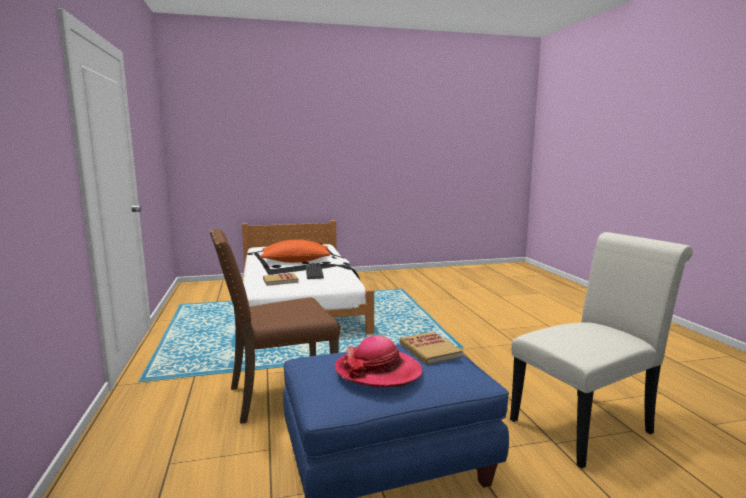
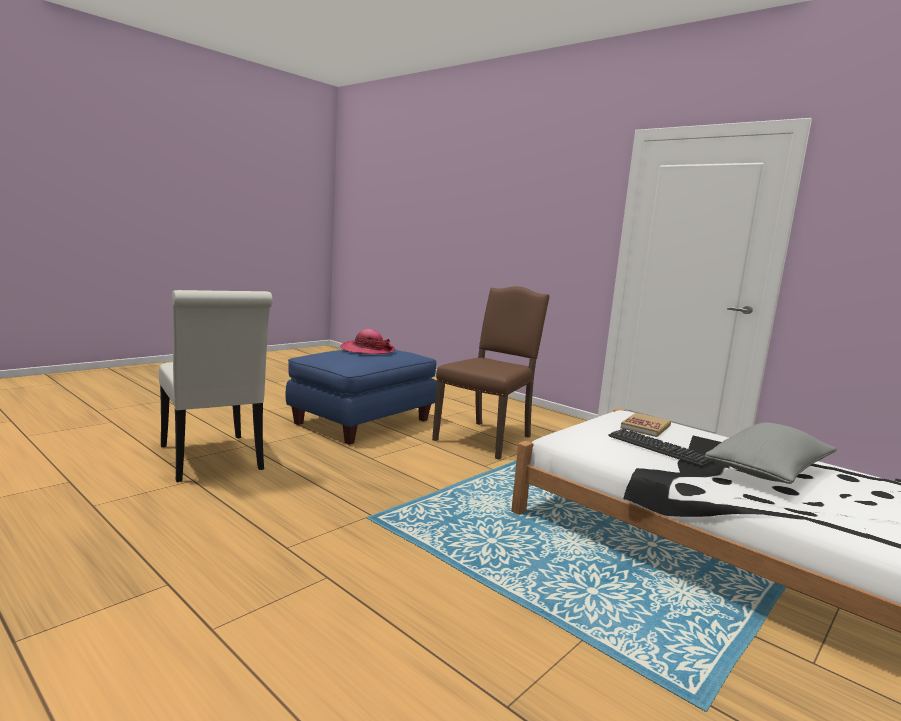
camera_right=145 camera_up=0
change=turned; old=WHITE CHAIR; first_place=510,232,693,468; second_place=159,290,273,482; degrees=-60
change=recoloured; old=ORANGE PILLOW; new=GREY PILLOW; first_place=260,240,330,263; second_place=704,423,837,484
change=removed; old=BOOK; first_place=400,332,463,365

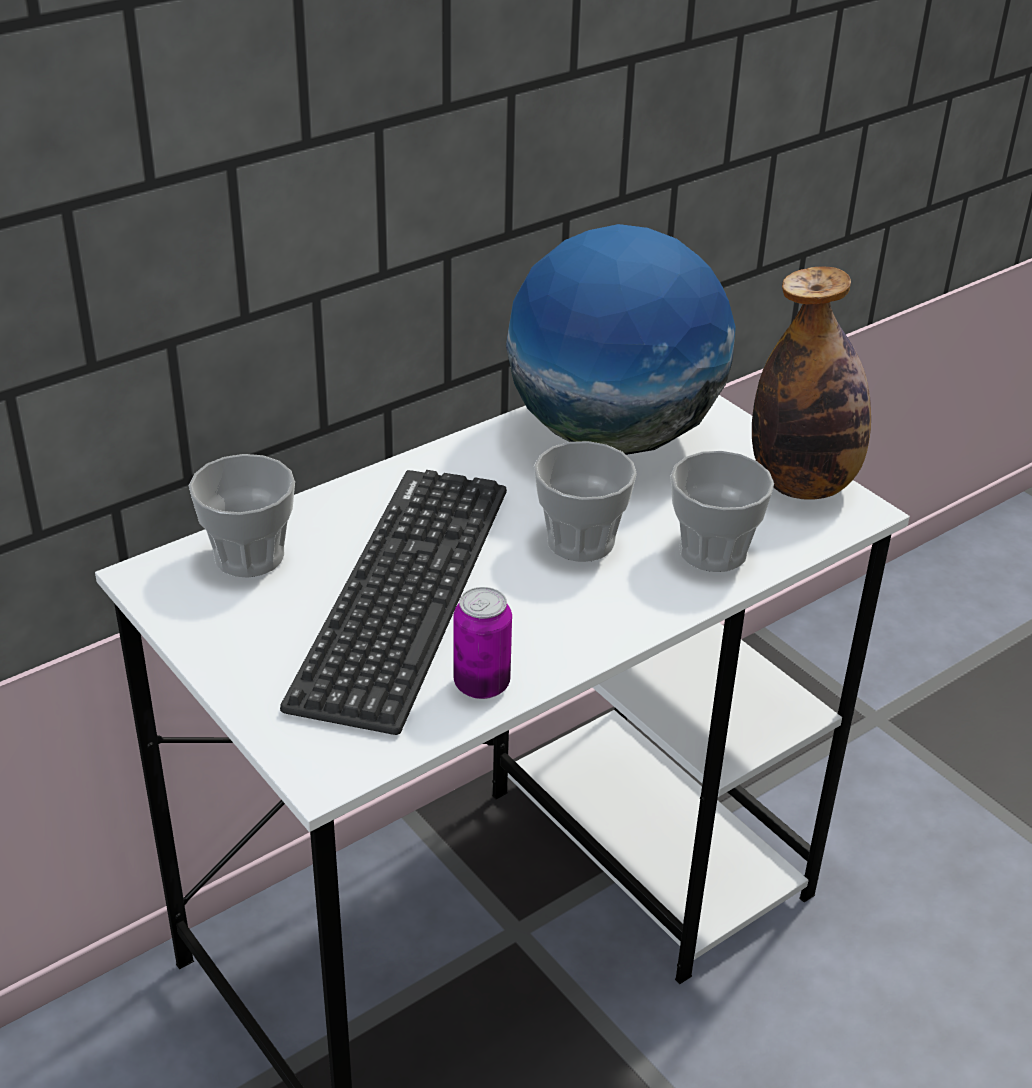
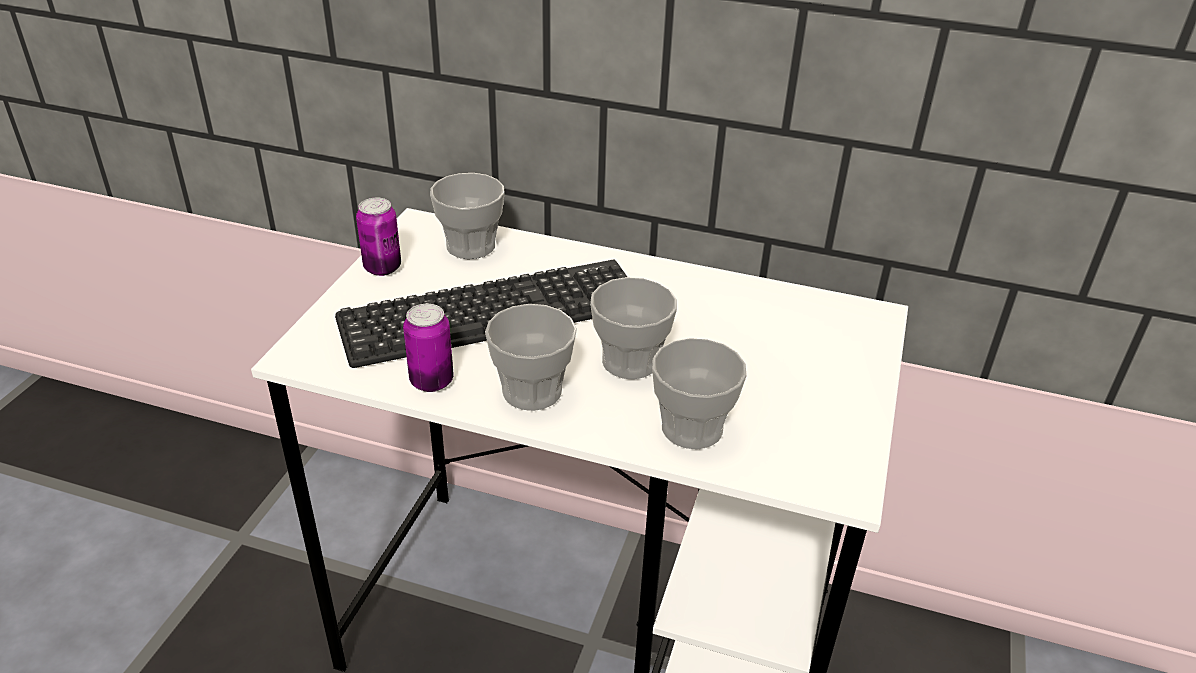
camera_right=55 camera_up=0
change=removed; old=GLOBE; first_place=506,224,736,455
change=removed; old=BOTTLE; first_place=752,267,871,500
change=added; new=CAN; second_place=356,198,401,276
change=added; new=CUP; second_place=485,304,577,411

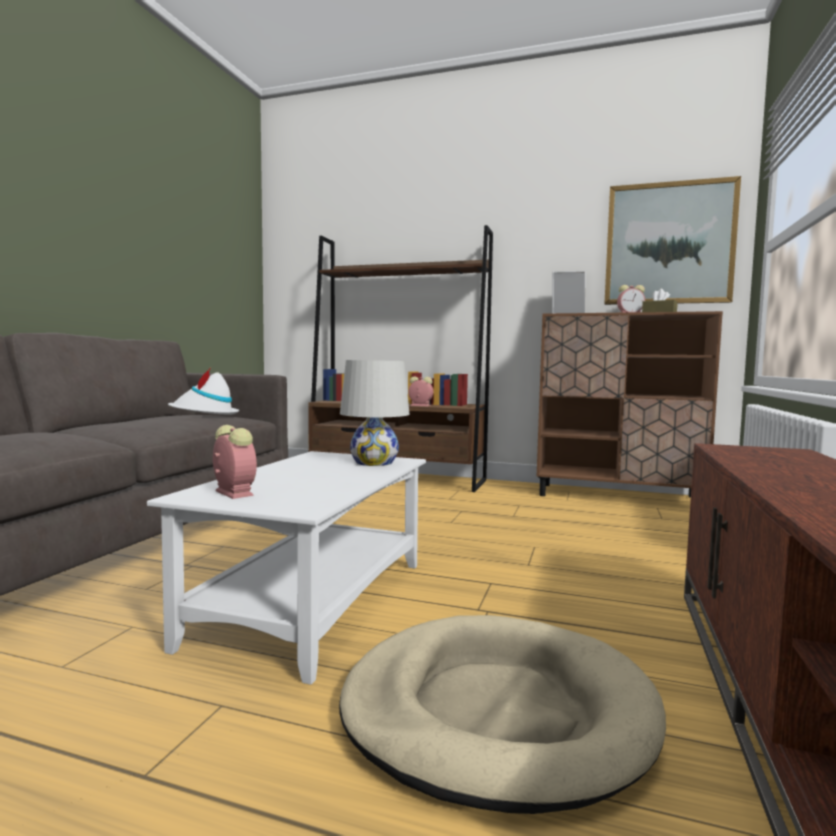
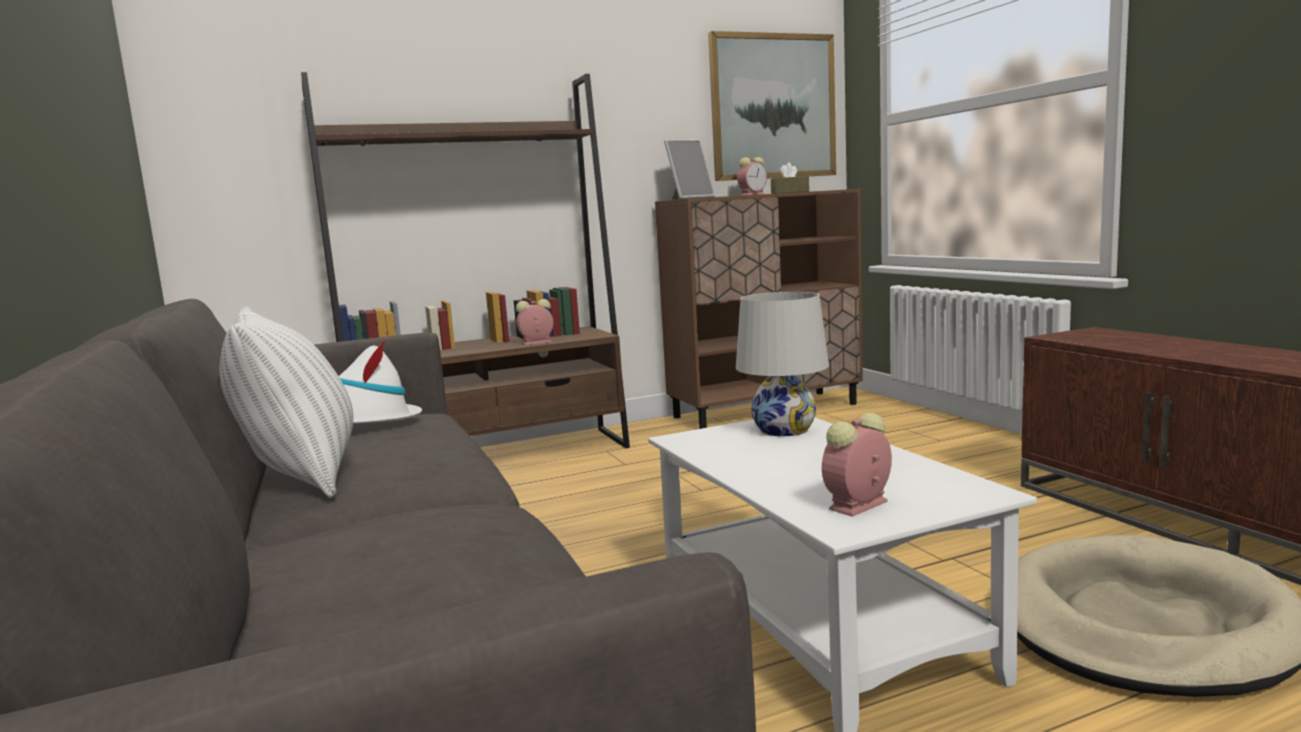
camera_right=-40 camera_up=5
change=turned; old=ALARM CLOCK; first_place=213,425,257,499; second_place=822,413,892,517; degrees=-45
change=added; new=WHITE PILLOW; second_place=220,307,353,498

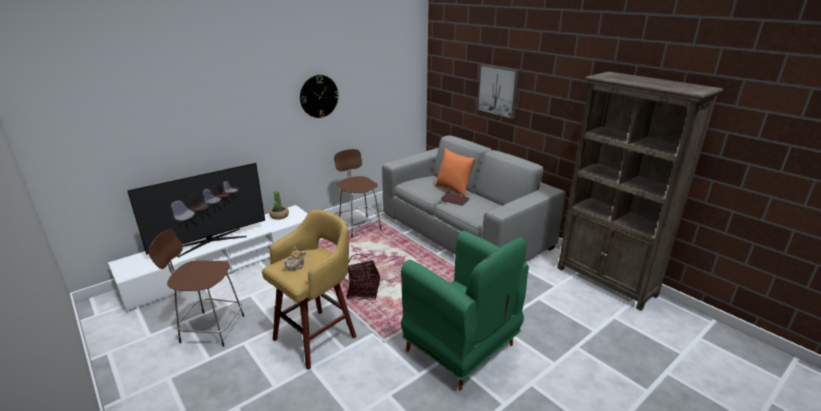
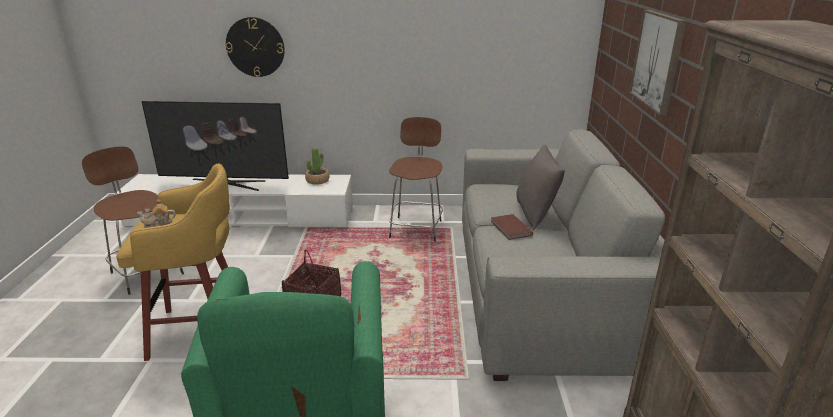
camera_right=40 camera_up=0
change=moved; old=WALL CLOCK; first_place=300,75,339,118; second_place=226,17,285,77
change=recoloured; old=ORANGE PILLOW; new=GREY PILLOW; first_place=435,148,476,197; second_place=516,145,565,230

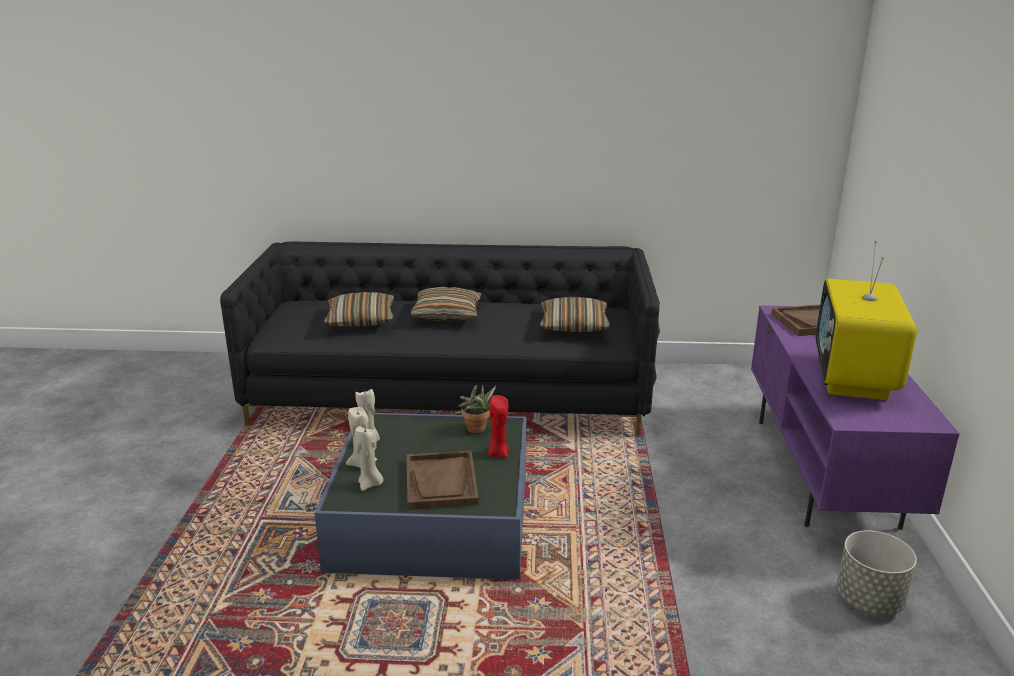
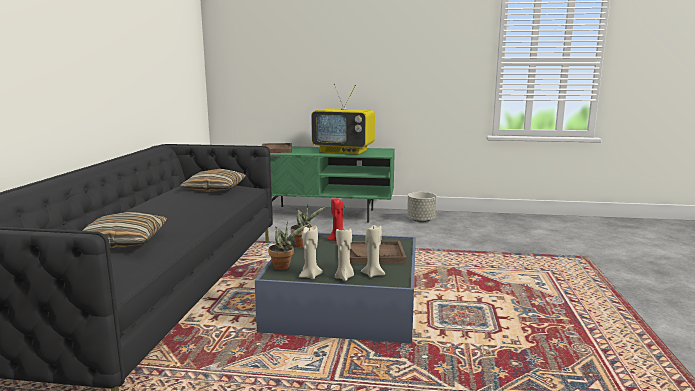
camera_right=-85 camera_up=-10
change=removed; old=PILLOW; first_place=411,287,482,321
change=recoloured; old=PURPLE TV STAND; new=GREEN TV STAND; first_place=751,305,960,530; second_place=270,146,395,222
change=added; new=POTTED PLANT; second_place=268,222,309,270

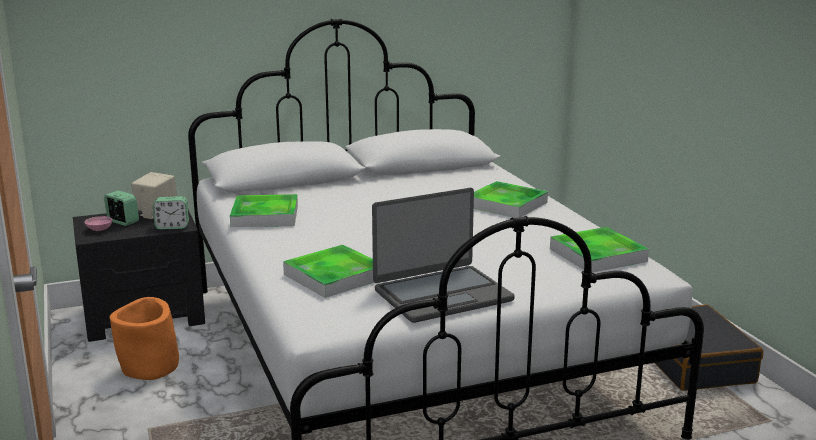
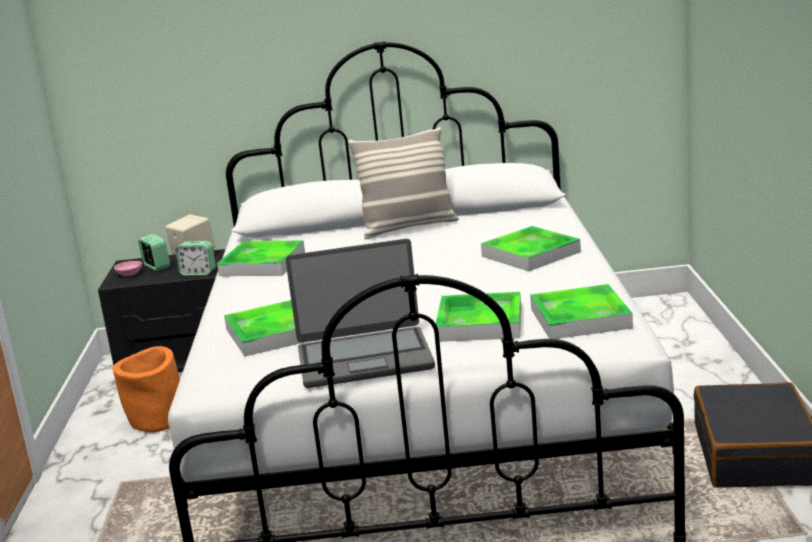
camera_right=20 camera_up=0
change=added; new=PILLOW; second_place=348,127,459,239
change=added; new=TRAY; second_place=435,292,521,342

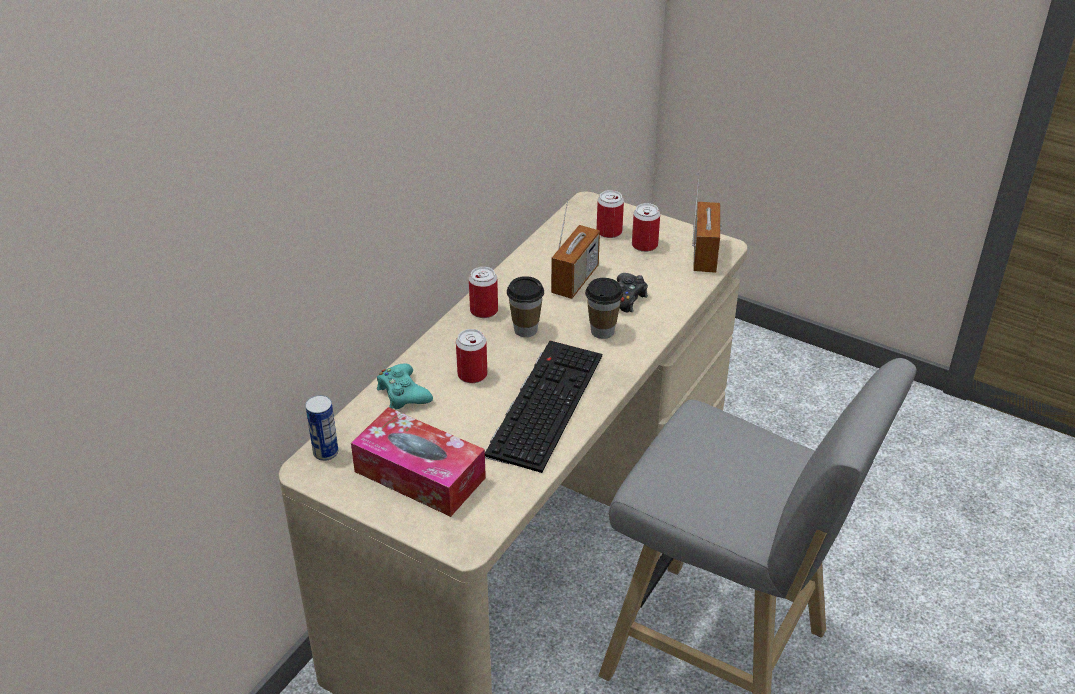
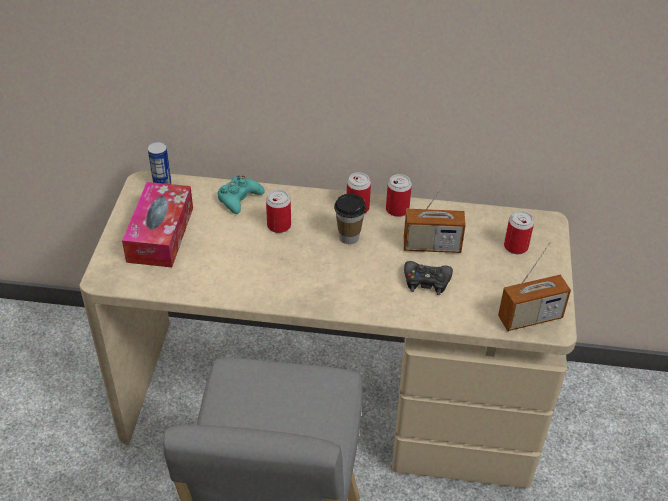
camera_right=65 camera_up=5
change=moved; old=CAN; first_place=632,203,660,252; second_place=386,174,412,217
change=removed; old=CUP; first_place=585,278,623,339
change=removed; old=KEYBOARD; first_place=485,341,602,473

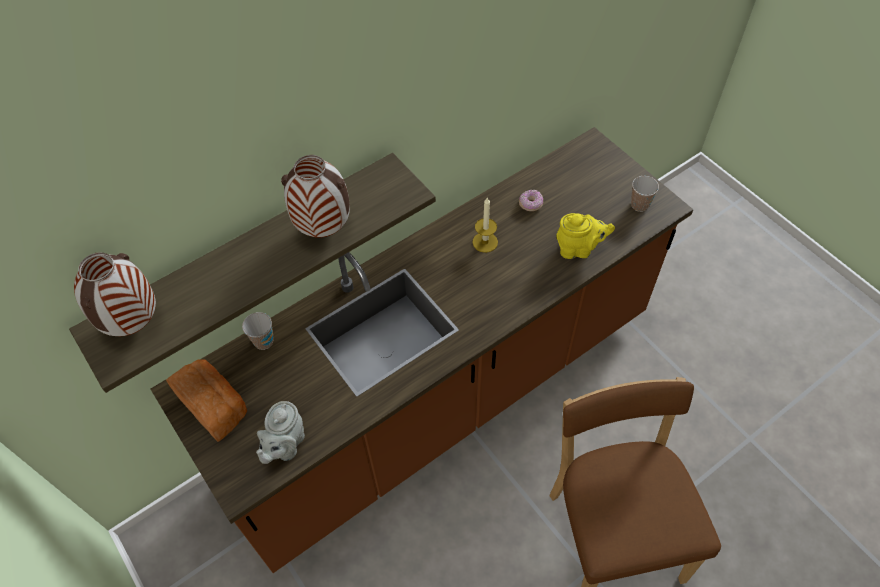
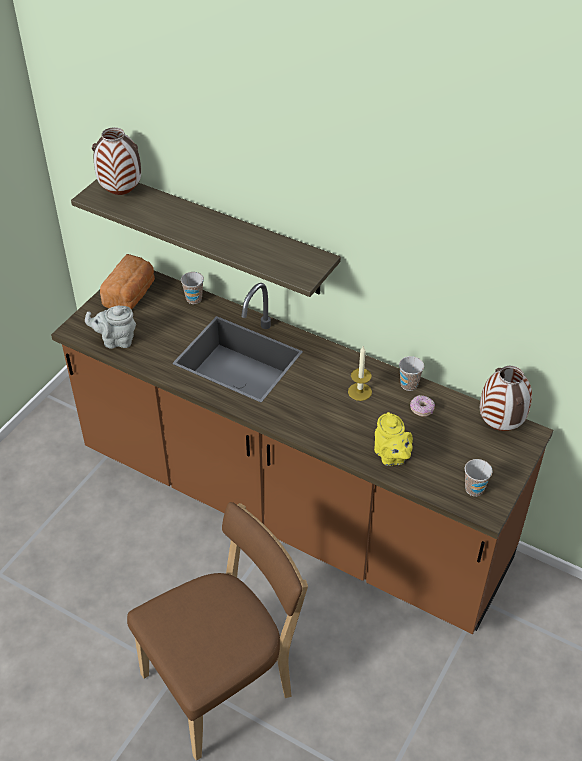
camera_right=65 camera_up=-10
change=moved; old=VASE; first_place=281,155,350,238; second_place=480,366,532,431
change=added; new=CUP; second_place=399,356,424,391

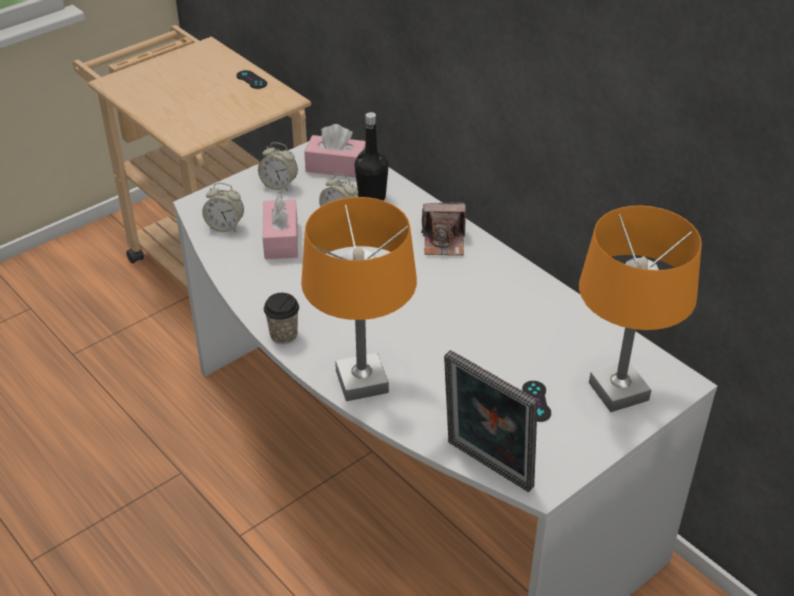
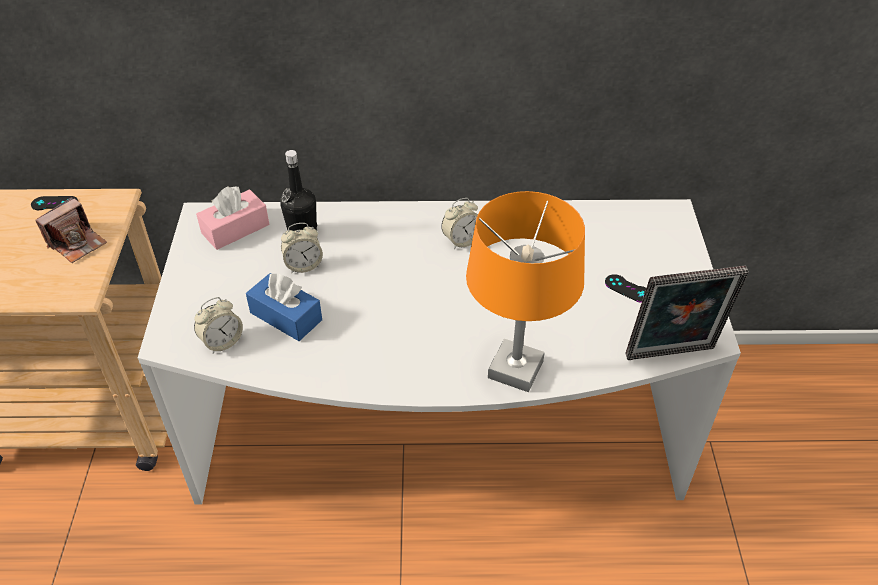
camera_right=-50 camera_up=5
change=moved; old=ALARM CLOCK; first_place=258,143,298,191; second_place=441,198,478,249
change=recoloured; old=PINK TISSUE BOX; new=BLUE TISSUE BOX; first_place=262,193,298,259; second_place=246,273,322,341
change=moved; old=PHOTO CAMERA; first_place=421,202,466,256; second_place=35,197,107,263
change=removed; old=ORANGE TABLE LAMP; first_place=579,205,702,412
change=removed; old=CUP; first_place=264,293,299,344

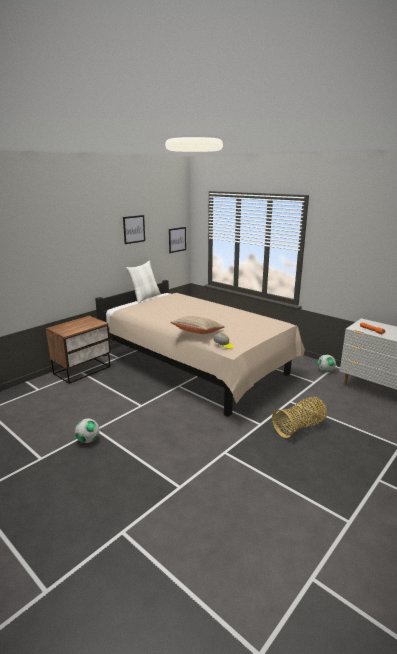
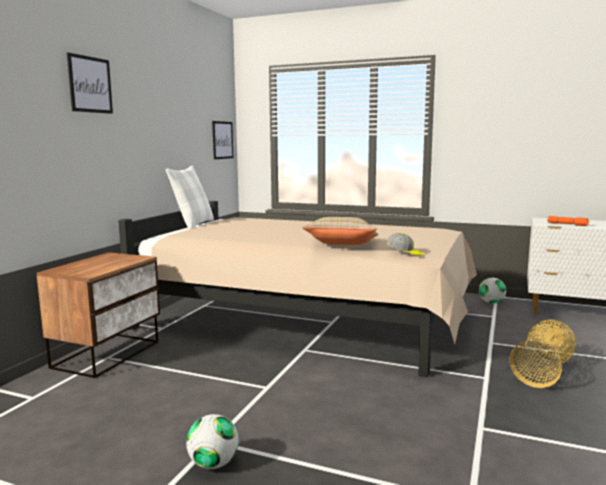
camera_right=-20 camera_up=-10
change=moved; old=PICTURE; first_place=123,215,145,244; second_place=67,53,113,114

